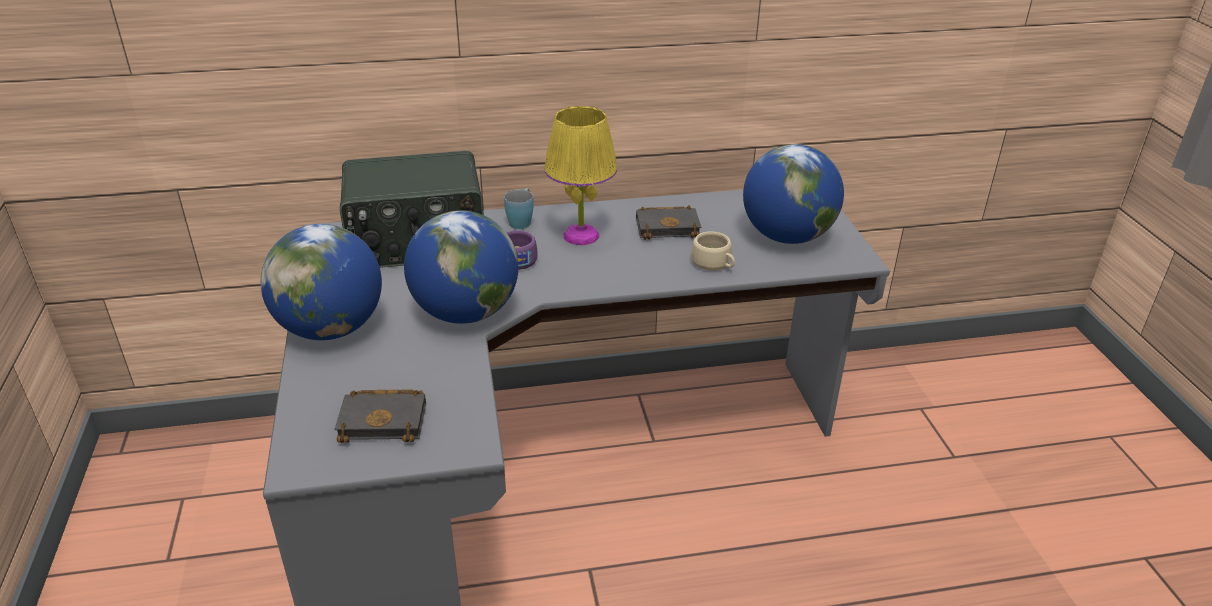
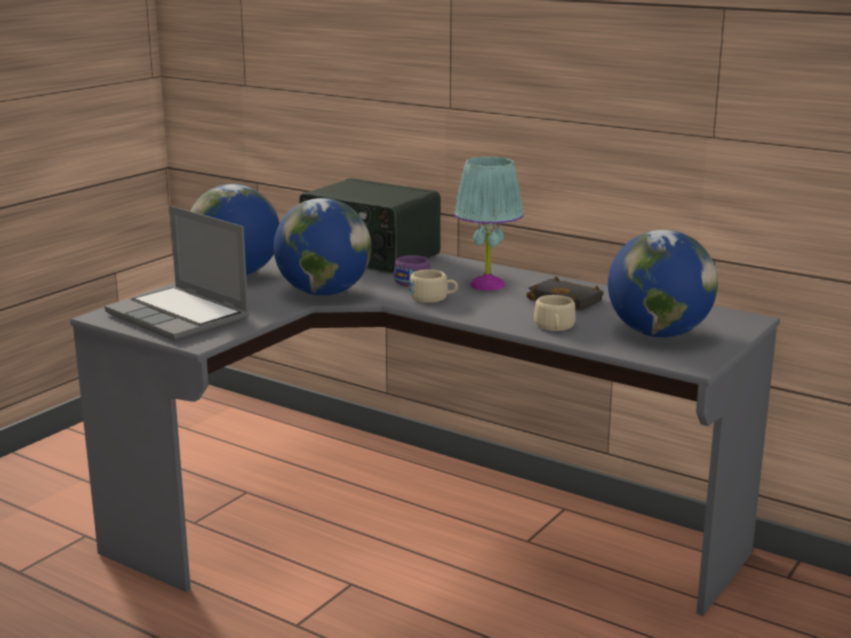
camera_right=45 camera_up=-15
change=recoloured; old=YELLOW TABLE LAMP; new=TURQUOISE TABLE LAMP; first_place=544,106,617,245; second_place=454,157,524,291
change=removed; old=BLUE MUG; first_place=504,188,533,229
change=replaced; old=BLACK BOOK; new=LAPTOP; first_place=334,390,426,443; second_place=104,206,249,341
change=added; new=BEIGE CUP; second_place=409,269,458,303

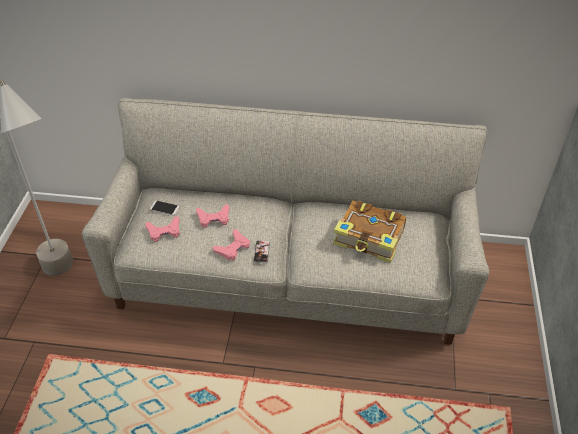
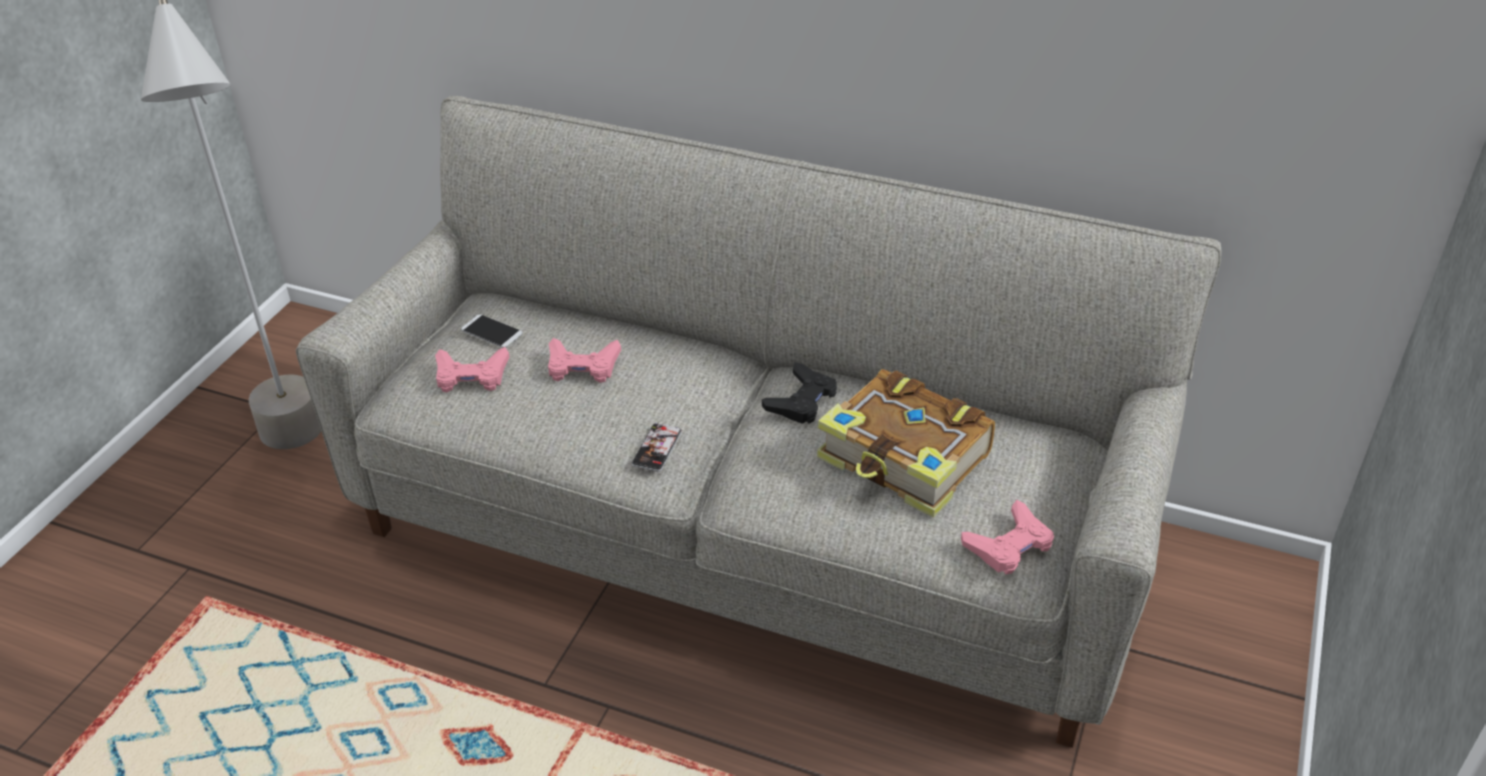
camera_right=15 camera_up=-5
change=moved; old=PINK GAME CONTROLLER; first_place=213,229,250,261; second_place=961,500,1054,574
change=added; new=BLACK GAME CONTROLLER; second_place=762,362,837,424

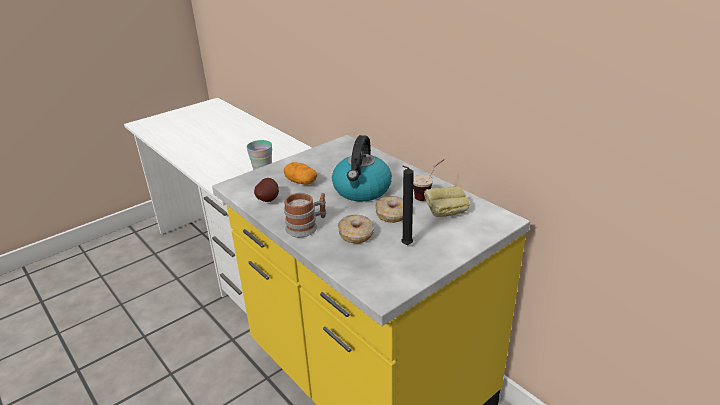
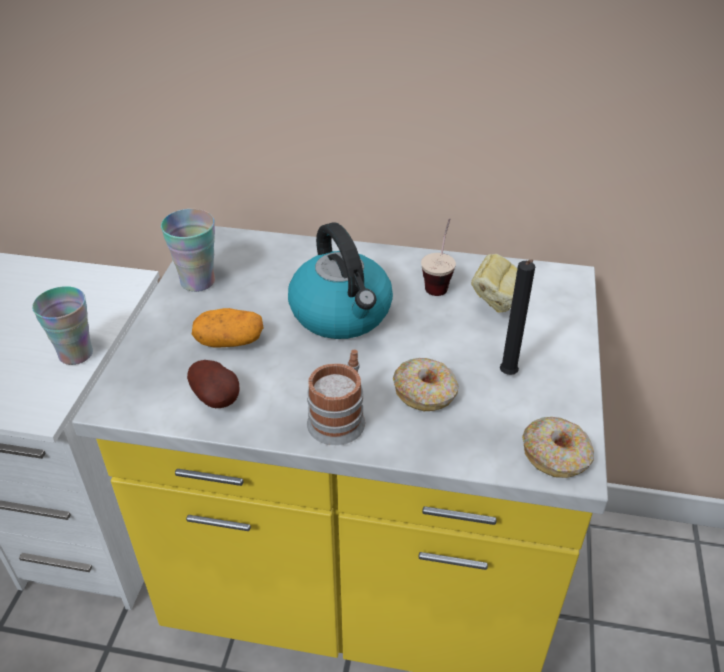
camera_right=-40 camera_up=10
change=moved; old=DONUT; first_place=375,196,403,223; second_place=522,417,594,478
change=added; new=CUP; second_place=161,209,215,292

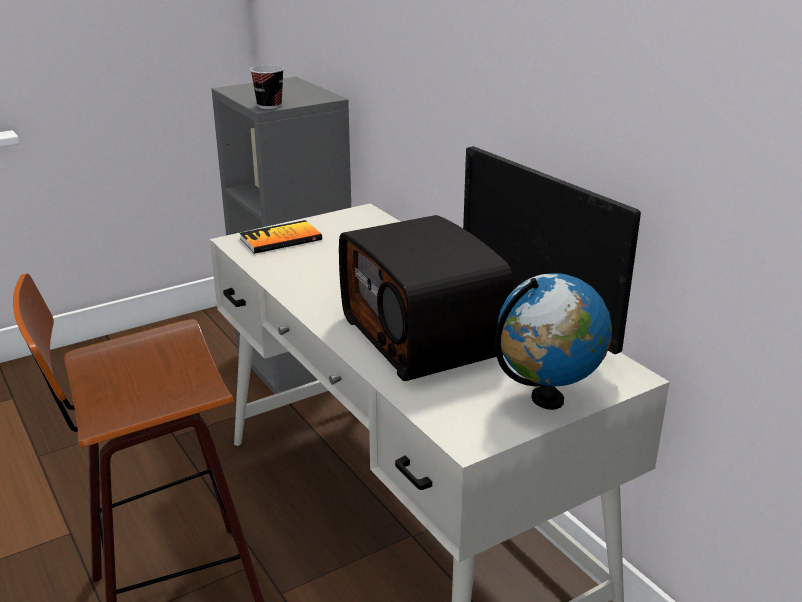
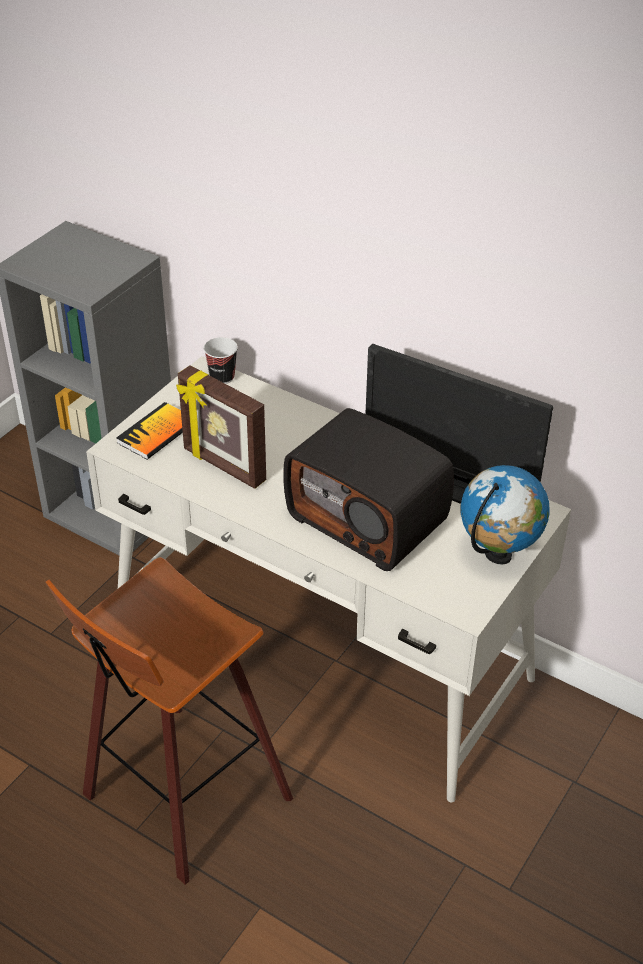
camera_right=-25 camera_up=15
change=moved; old=CUP; first_place=250,65,284,109; second_place=204,337,238,384
change=added; new=PICTURE FRAME; second_place=176,365,266,489

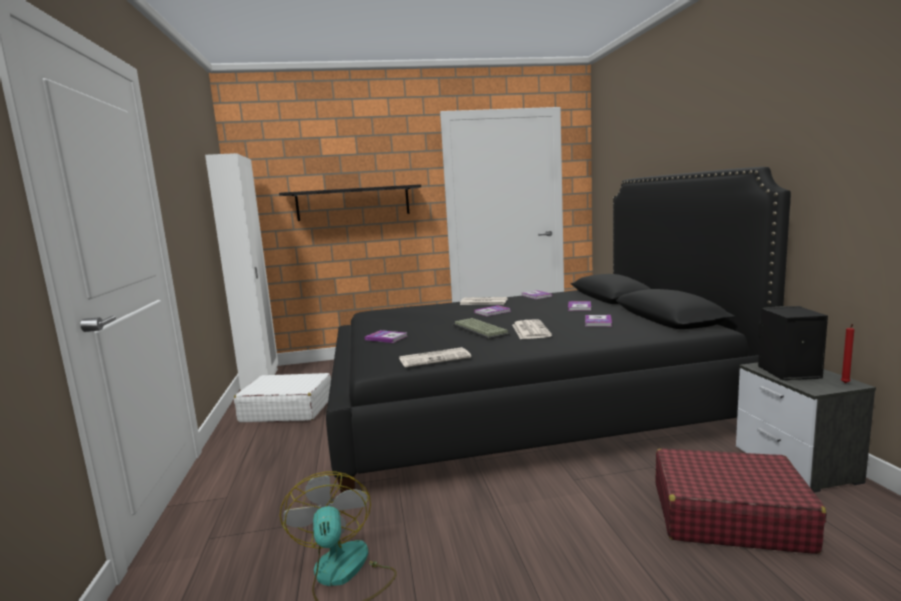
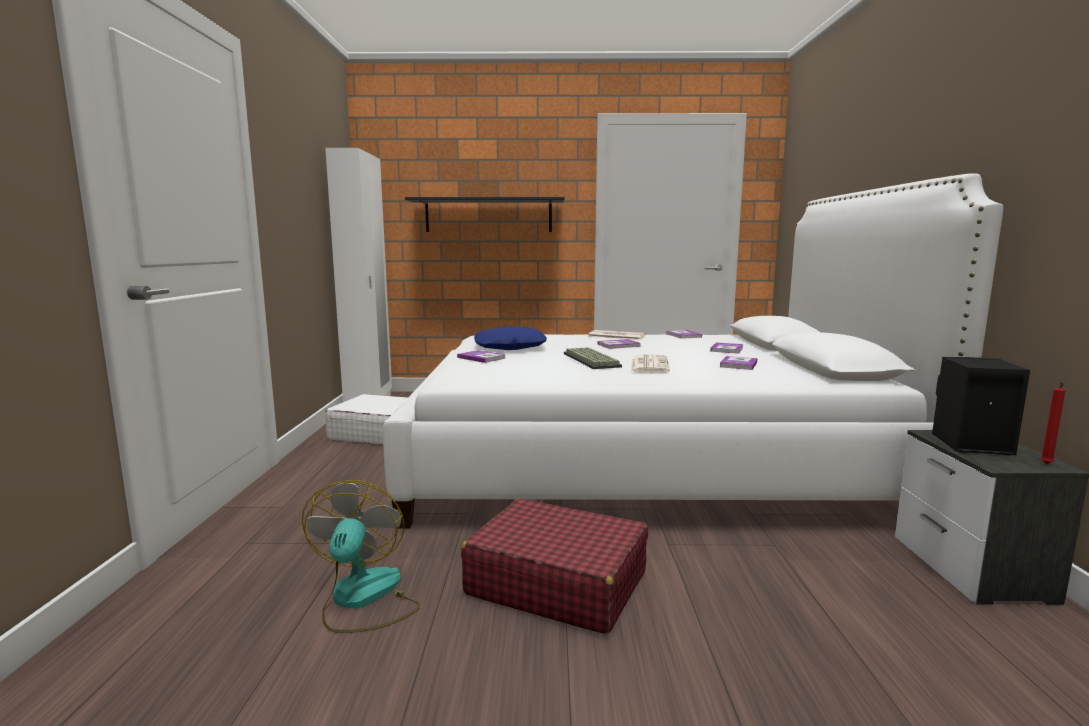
camera_right=10 camera_up=0
change=recoloured; old=BLACK BED; new=WHITE BED; first_place=326,167,791,493; second_place=383,174,1003,528
change=removed; old=NEWSPAPER; first_place=399,347,471,367
change=moved; old=RED SUITCASE; first_place=656,448,826,554; second_place=461,499,648,634
change=added; new=BLUE PILLOW; second_place=474,326,547,350

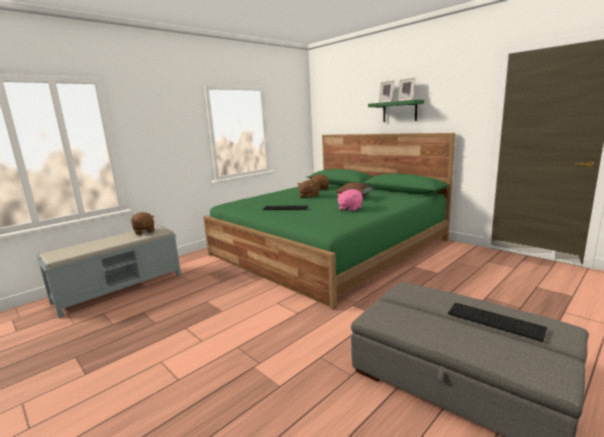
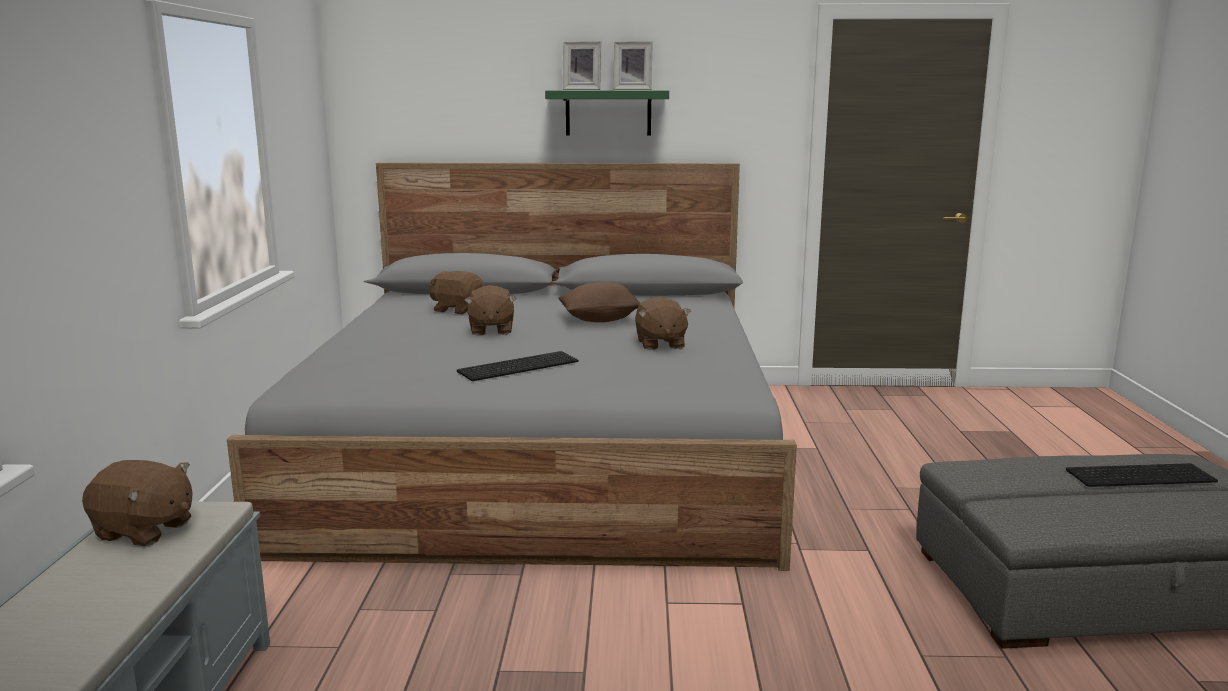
camera_right=-45 camera_up=0
change=recoloured; old=GREEN BED; new=GREY BED; first_place=203,133,455,310; second_place=227,163,797,571
change=recoloured; old=PINK PLUSH TOY; new=BROWN PLUSH TOY; first_place=337,189,363,211; second_place=635,297,691,350

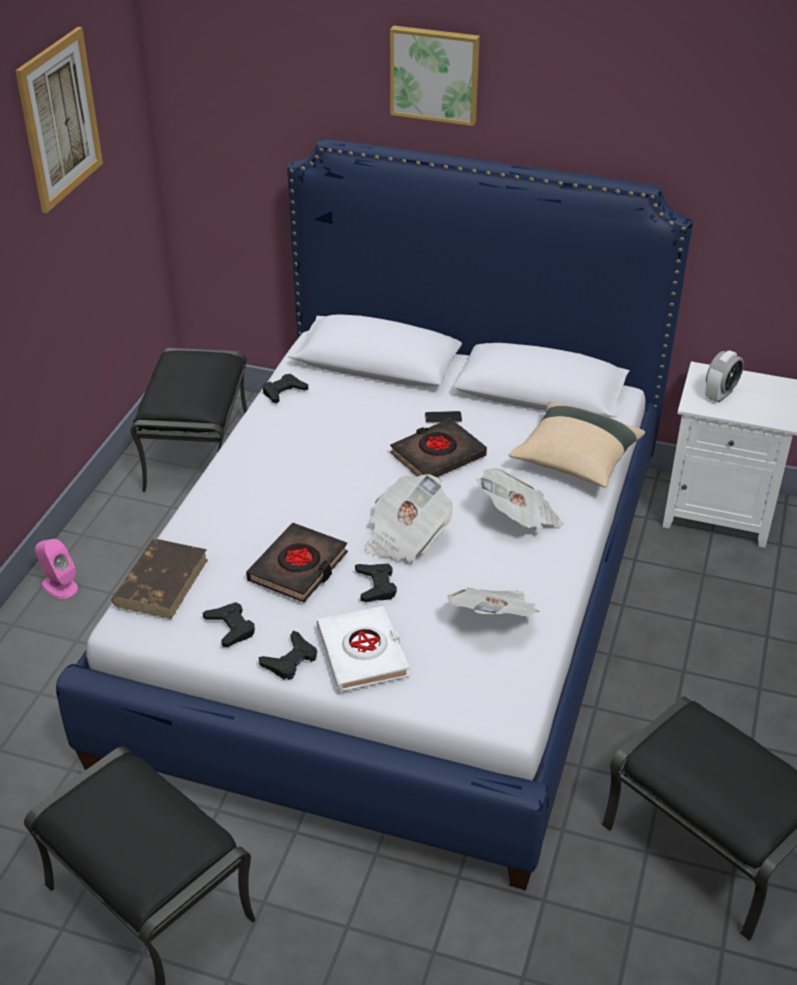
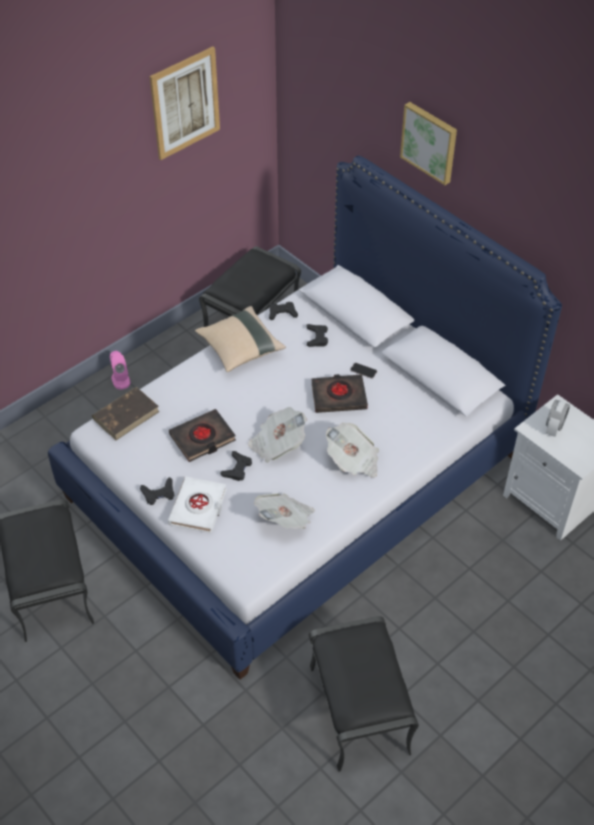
camera_right=30 camera_up=10
change=turned; old=ALARM CLOCK; first_place=705,350,744,403; second_place=546,399,570,437; degrees=-45
change=moved; old=BEIGE PILLOW; first_place=509,402,645,488; second_place=195,306,286,372
change=moved; old=BLACK GAME CONTROLLER; first_place=203,602,255,647; second_place=306,324,328,347

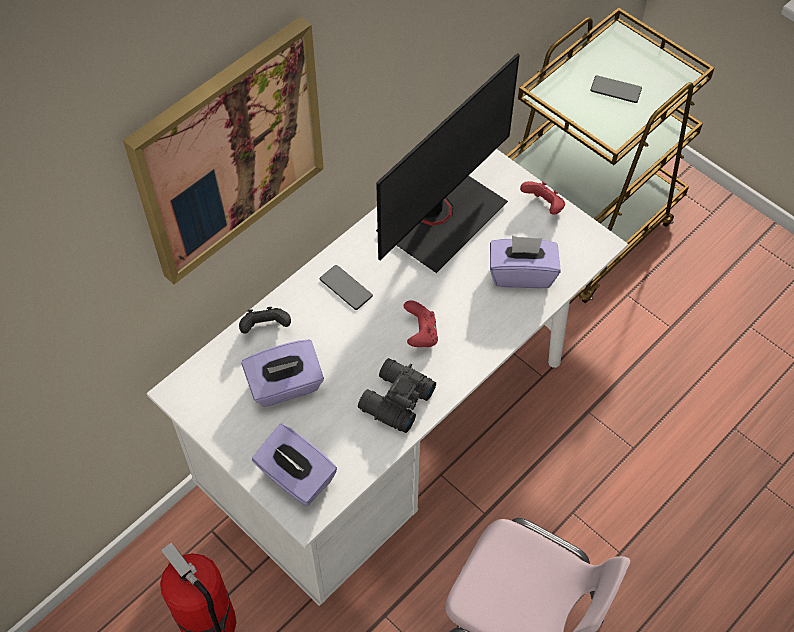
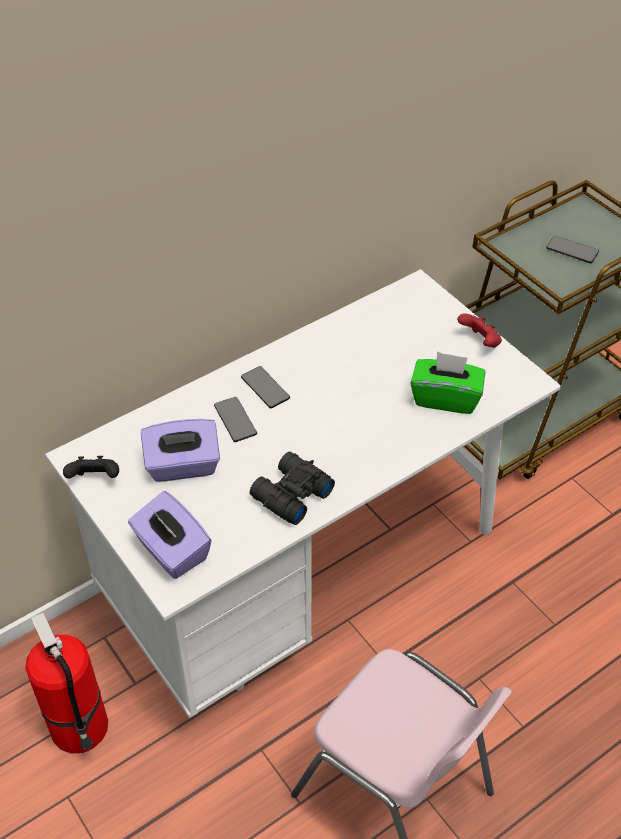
camera_right=10 camera_up=-10
change=removed; old=PICTURE; first_place=123,17,324,284
change=removed; old=MONITOR; first_place=376,53,520,273
change=recoloured; old=PURPLE TISSUE BOX; new=GREEN TISSUE BOX; first_place=490,236,561,288; second_place=410,352,485,414
change=removed; old=RED GAME CONTROLLER; first_place=404,300,438,347
change=moved; old=BLACK GAME CONTROLLER; first_place=239,307,291,334; second_place=63,456,119,479
change=added; new=PHONE; second_place=214,397,257,442

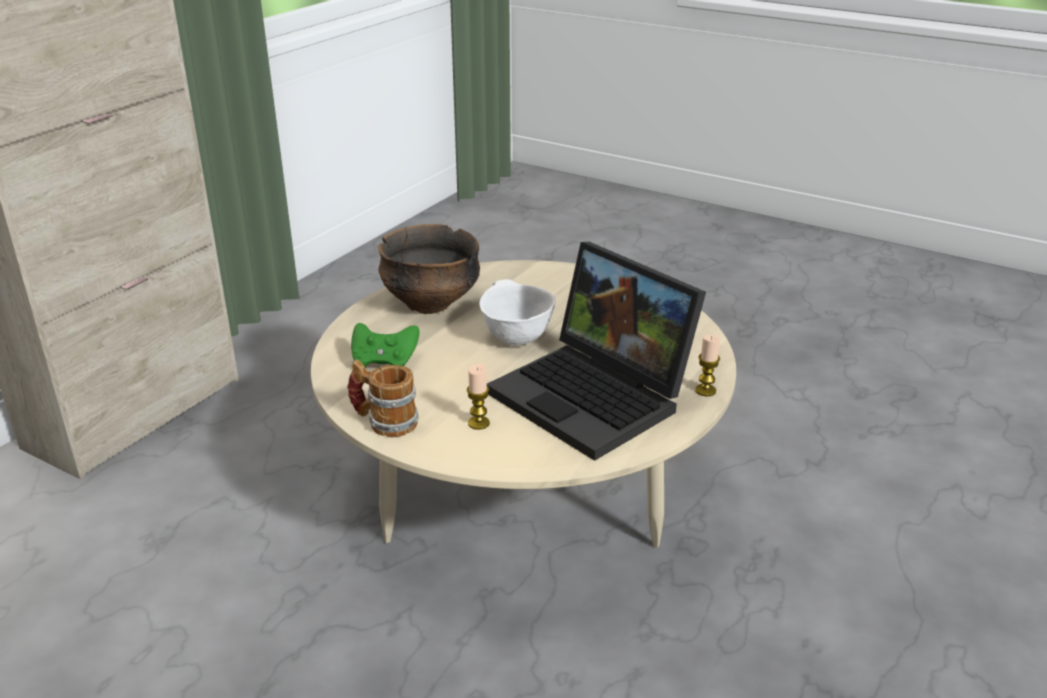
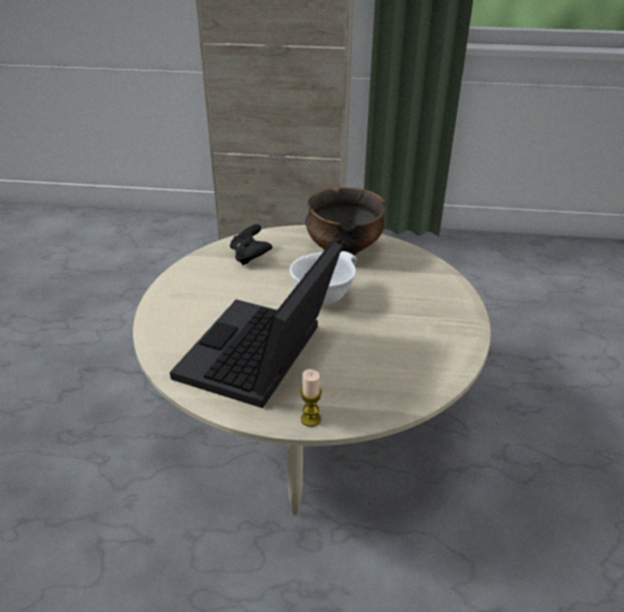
camera_right=65 camera_up=5
change=recoloured; old=GREEN GAME CONTROLLER; new=BLACK GAME CONTROLLER; first_place=351,323,419,368; second_place=230,224,272,265
change=removed; old=MUG; first_place=347,359,418,437
change=removed; old=CANDLE; first_place=467,364,490,430

